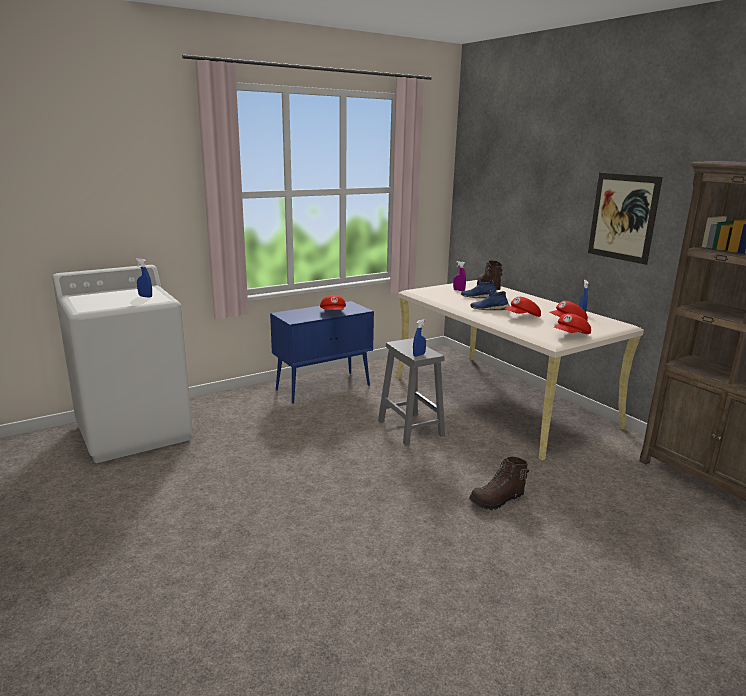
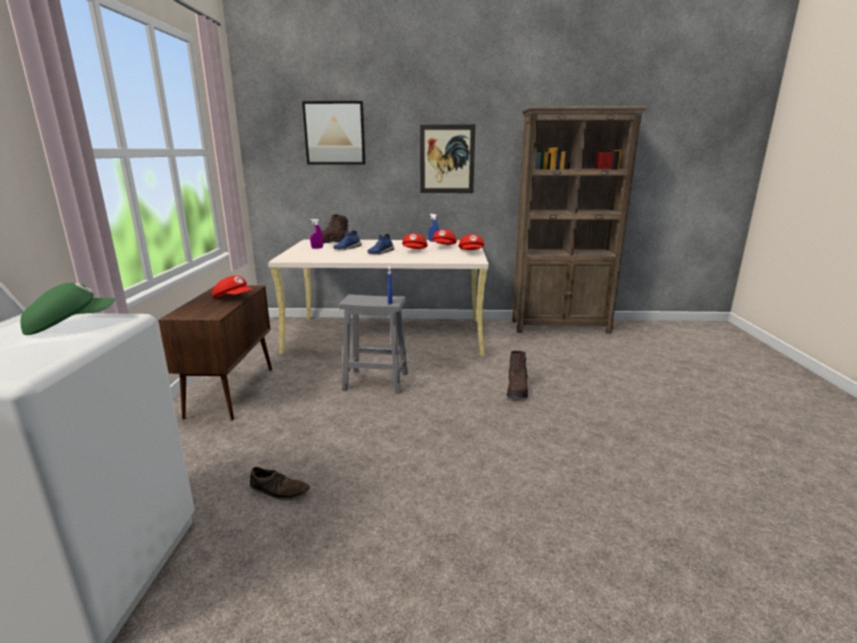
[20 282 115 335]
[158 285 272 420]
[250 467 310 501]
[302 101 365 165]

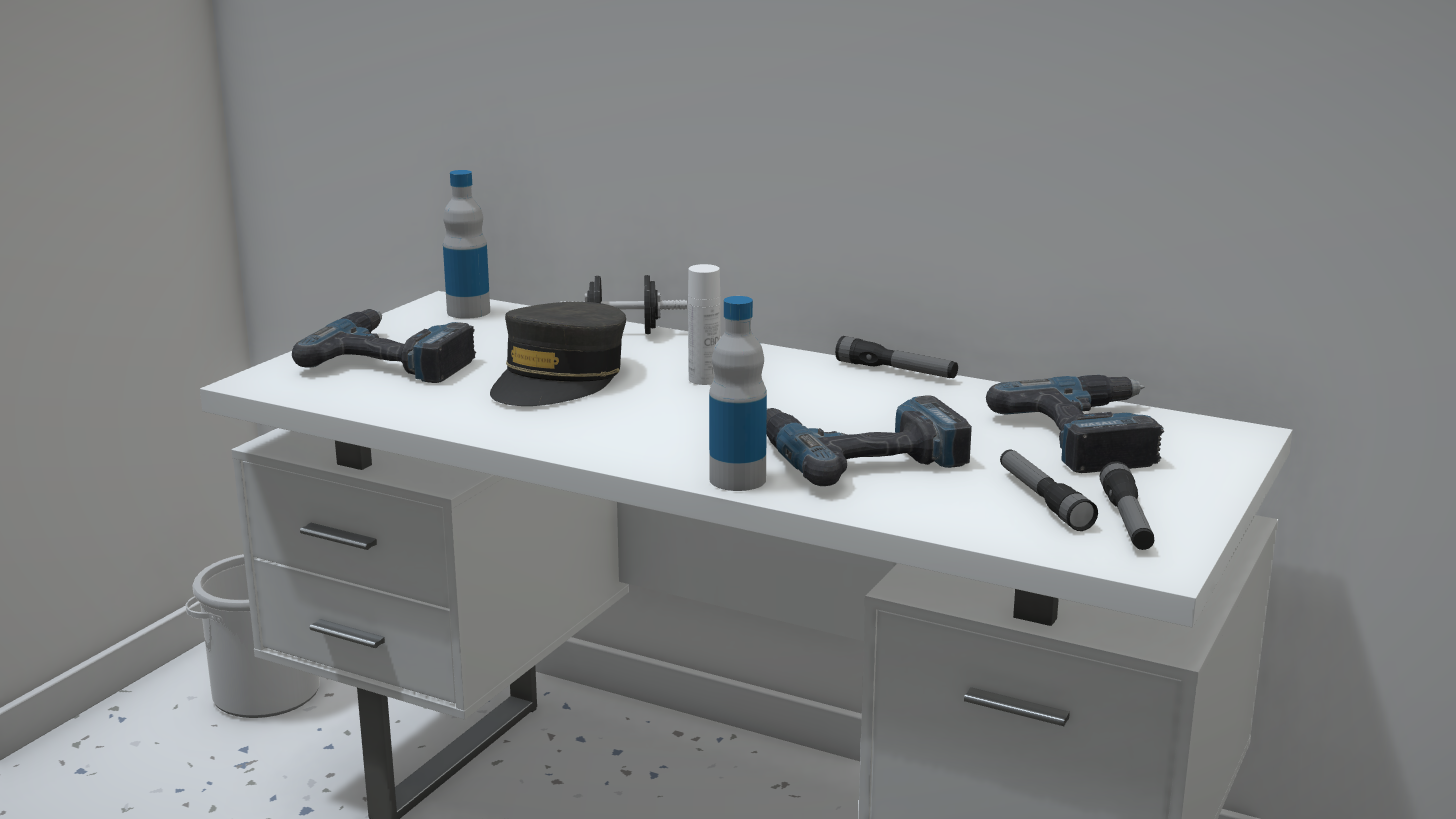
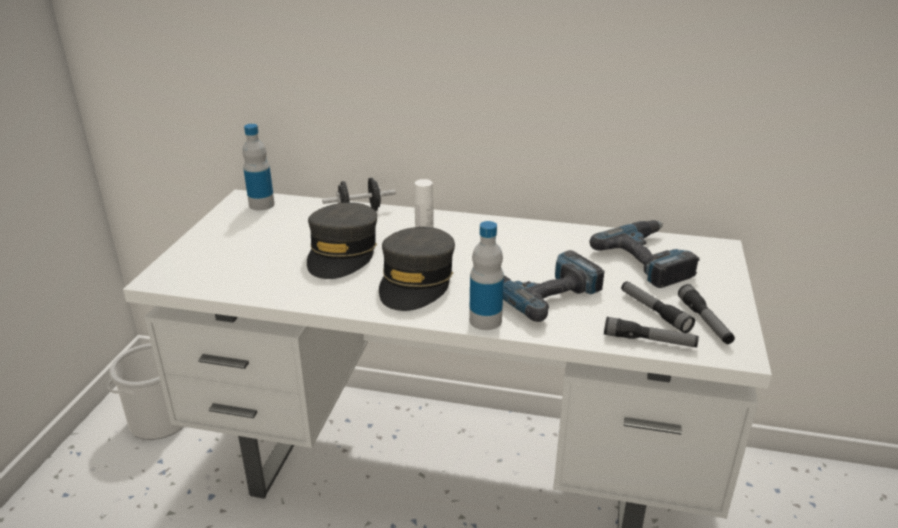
[379 227 455 311]
[604 317 699 347]
[292 309 476 383] (first image)

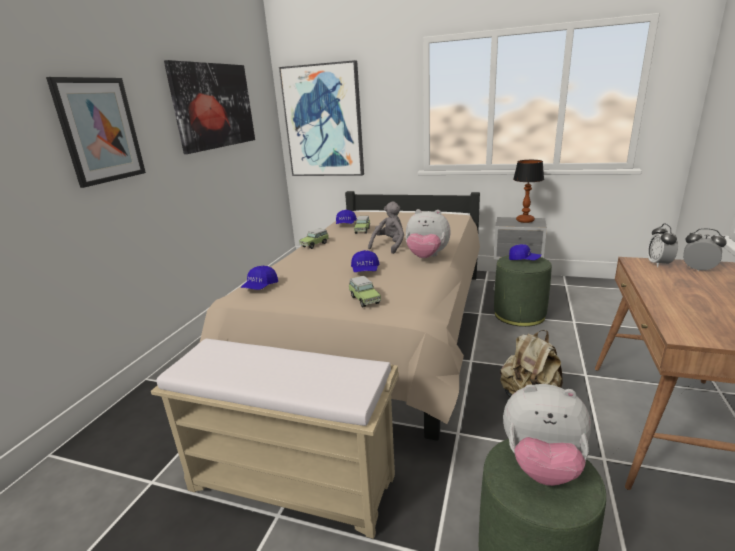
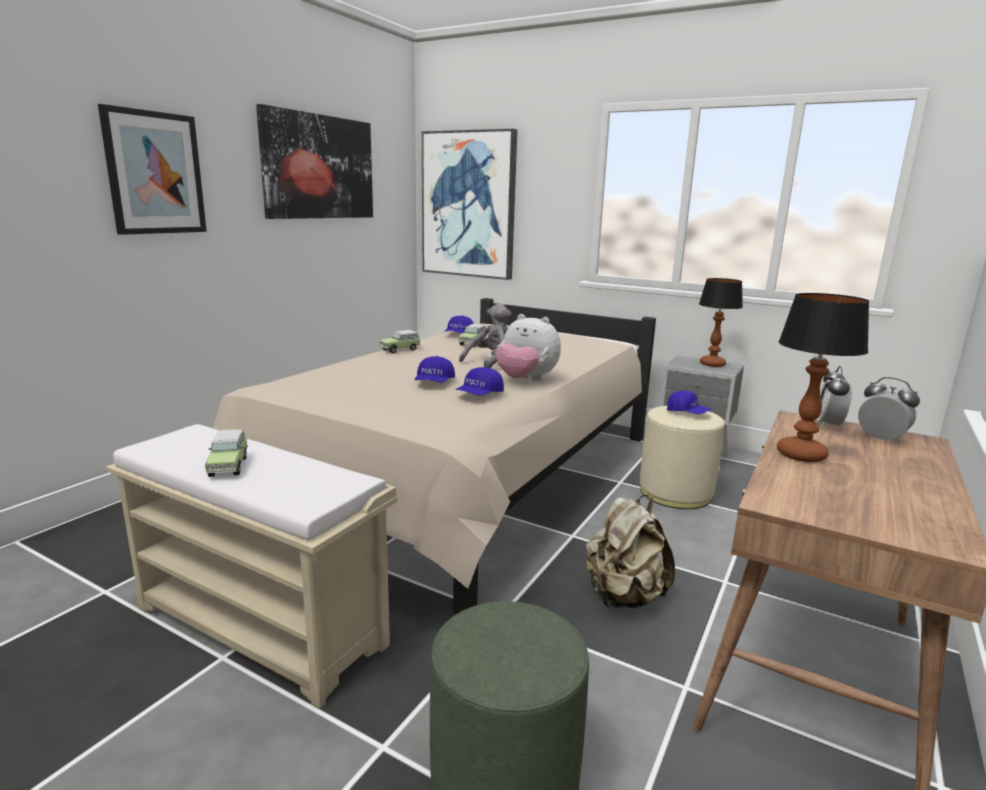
[205 429 248 477]
[455 367 504 396]
[640 406 724 509]
[777 293 869 462]
[503 384 591 486] (first image)

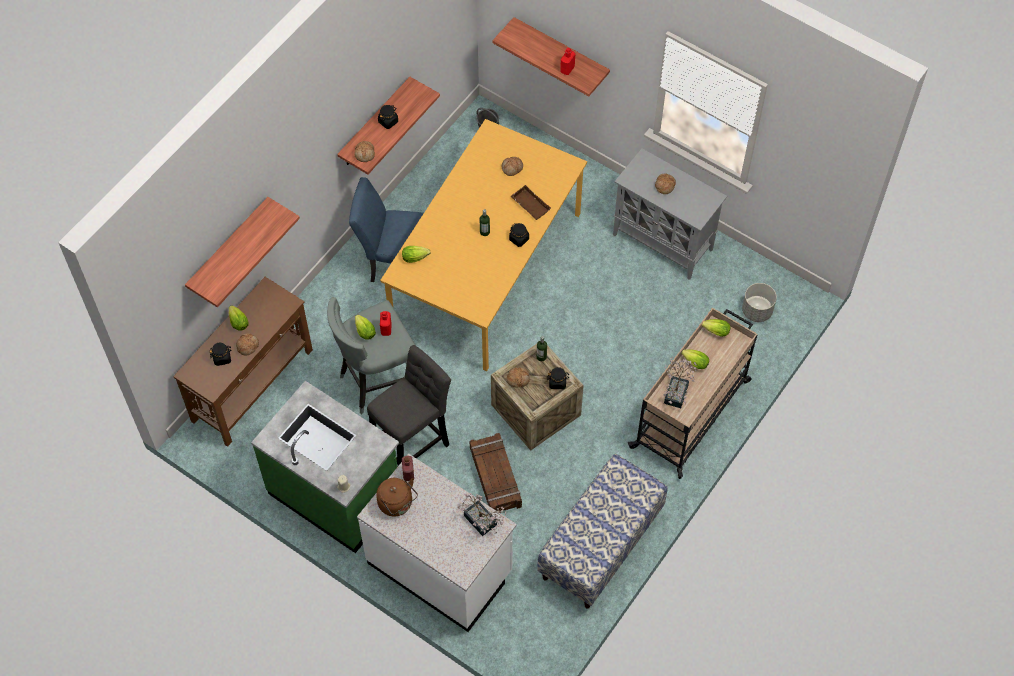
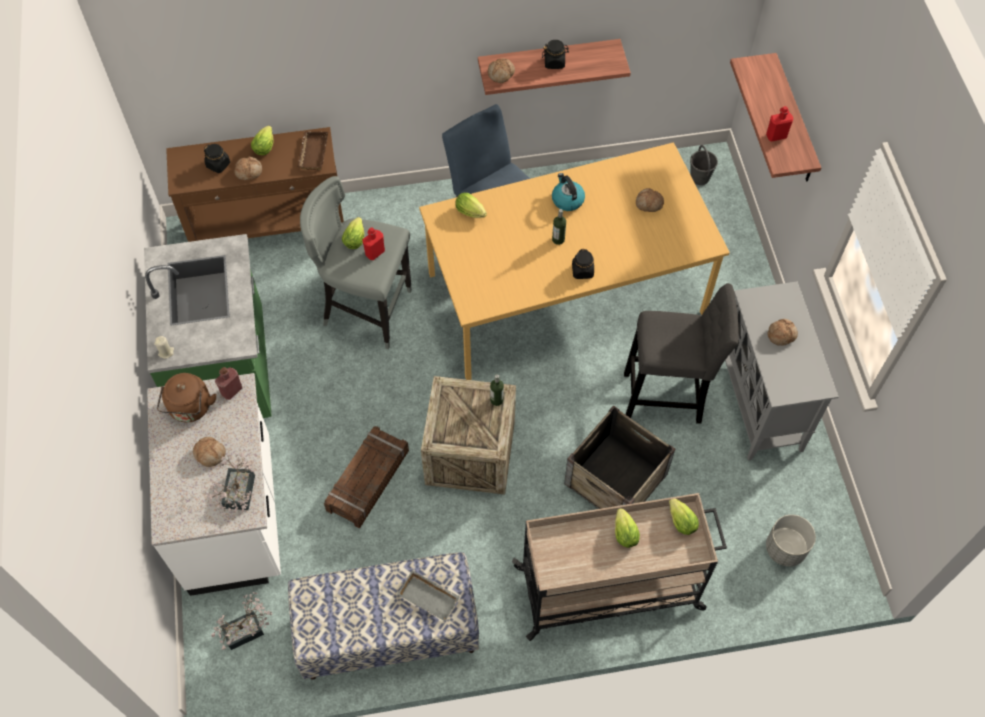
[193 437 226 467]
[211 592 272 650]
[298 131 328 170]
[397 570 460 621]
[552 173 585 211]
[564 406 675 509]
[624 283 739 424]
[185 197 300 308] (first image)
[547 367 569 389] (first image)

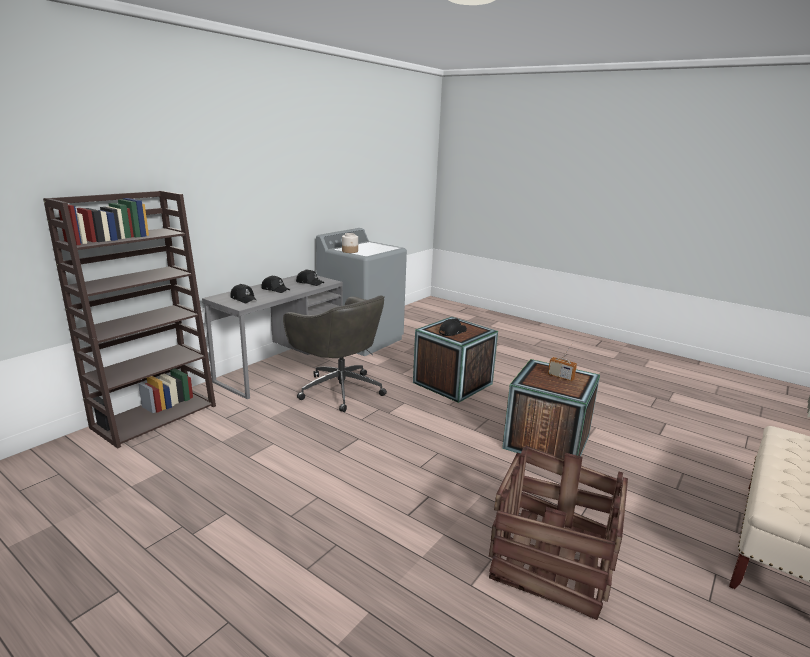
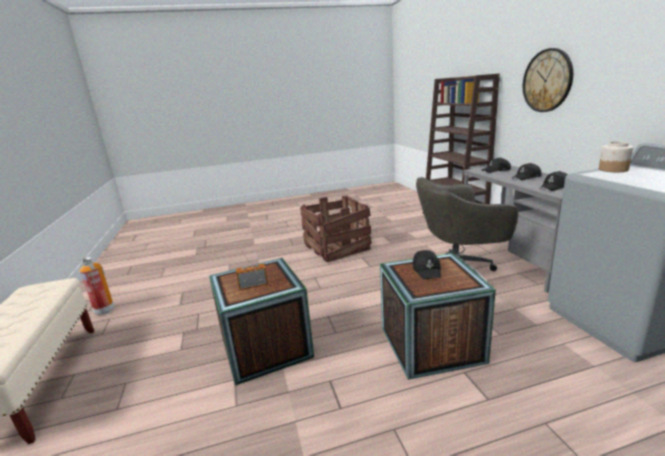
[79 257 114 315]
[300 195 372 262]
[523 48 573 112]

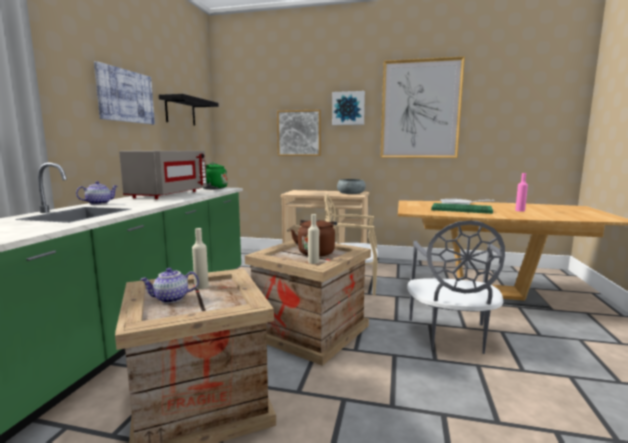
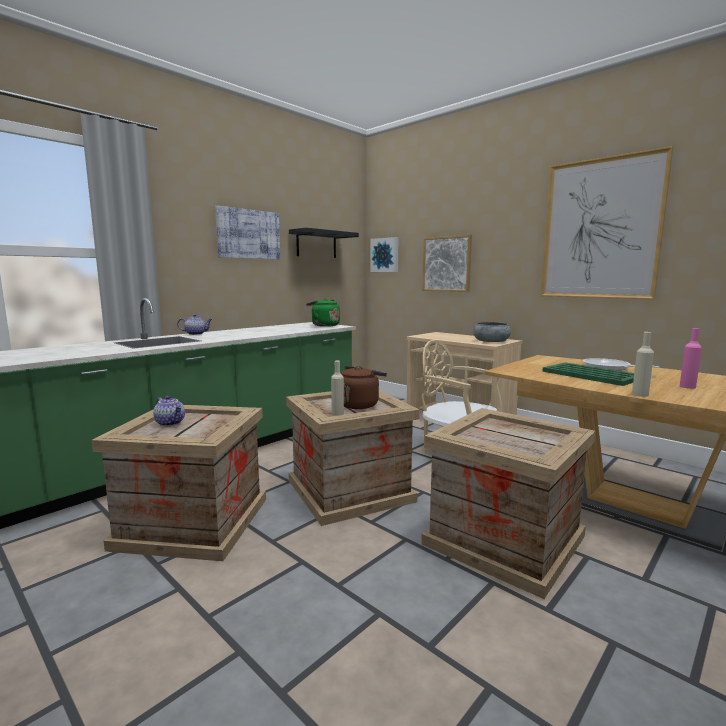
[153 396 185 426]
[370 237 399 272]
[421 408 596 599]
[632 332 654 397]
[119 151 207 199] (first image)

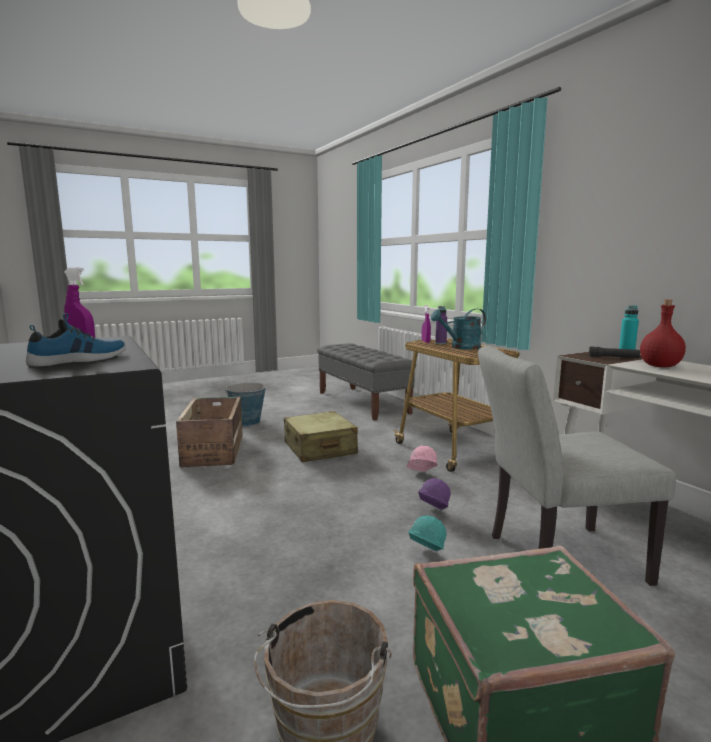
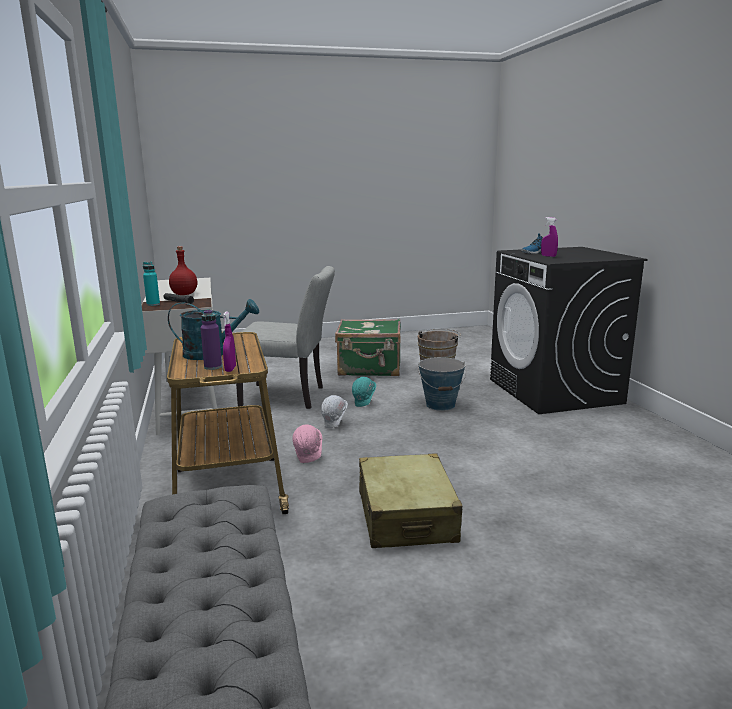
[321 395 348 428]
[418 357 467 411]
[176 397 243 467] (first image)

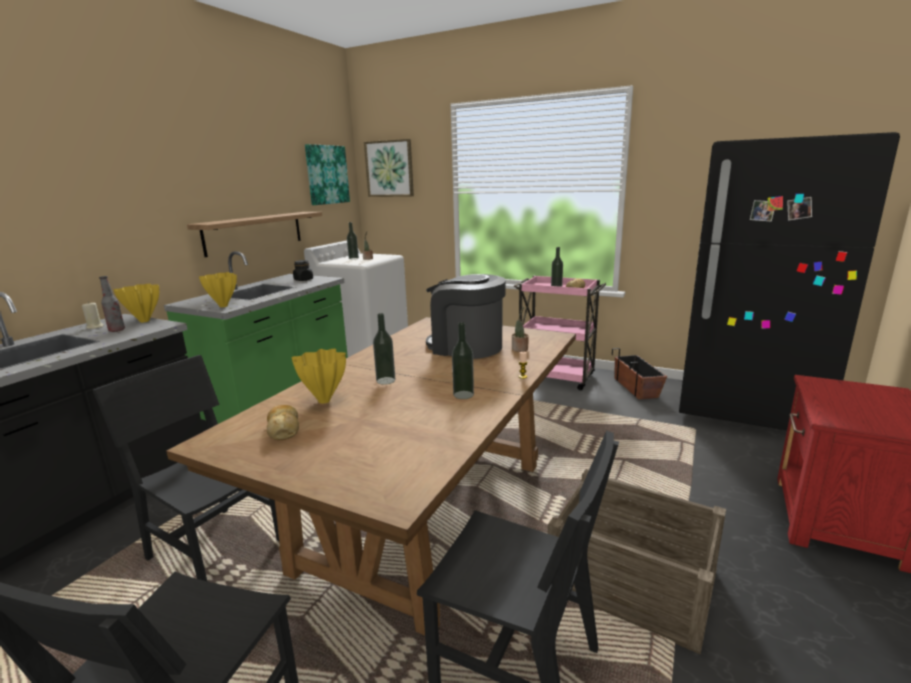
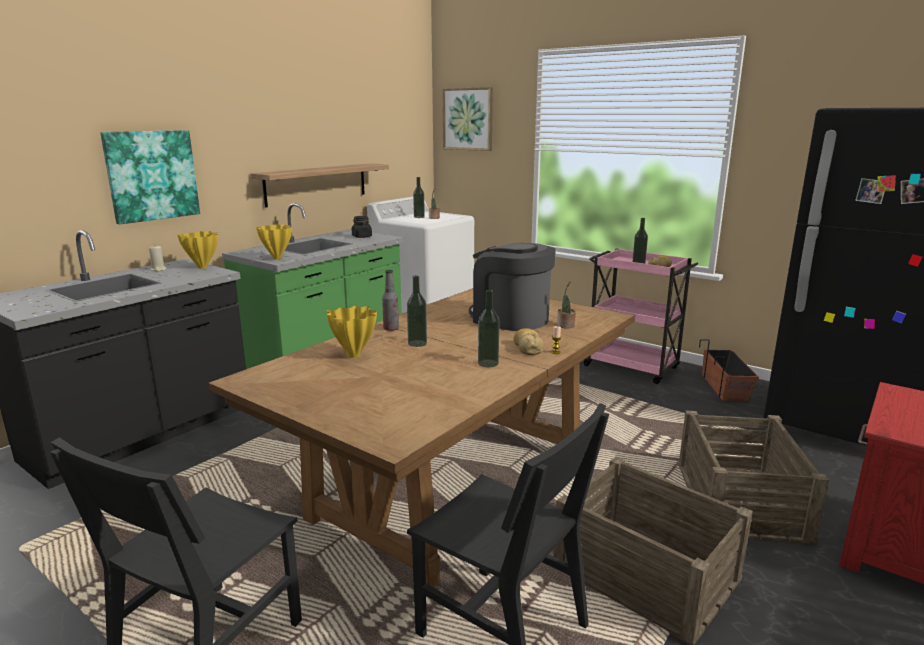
[100 130 200 224]
[382 270 399 331]
[513 328 544 355]
[678 410 829 545]
[93 355 279 581] (first image)

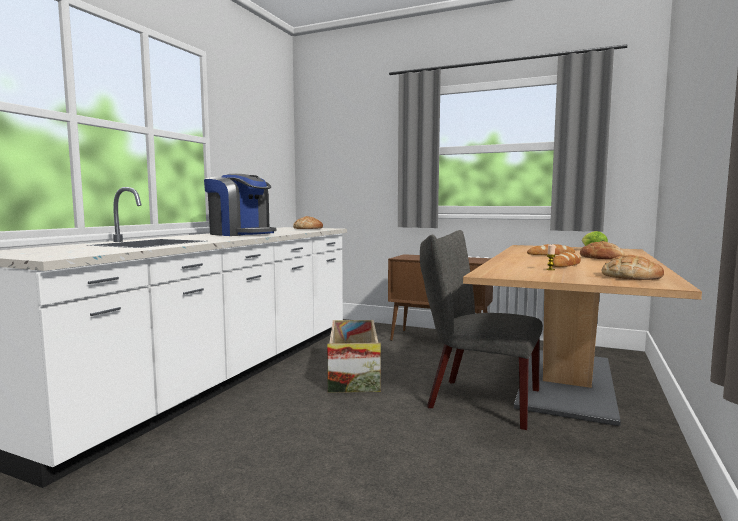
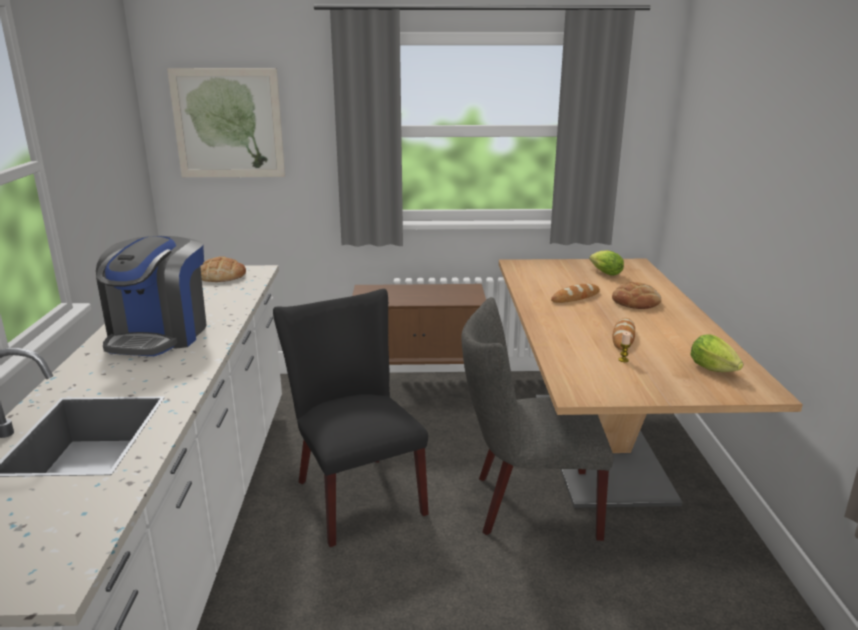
[96 236 207 356]
[167 68 285 177]
[273 289 429 547]
[690 334 743 372]

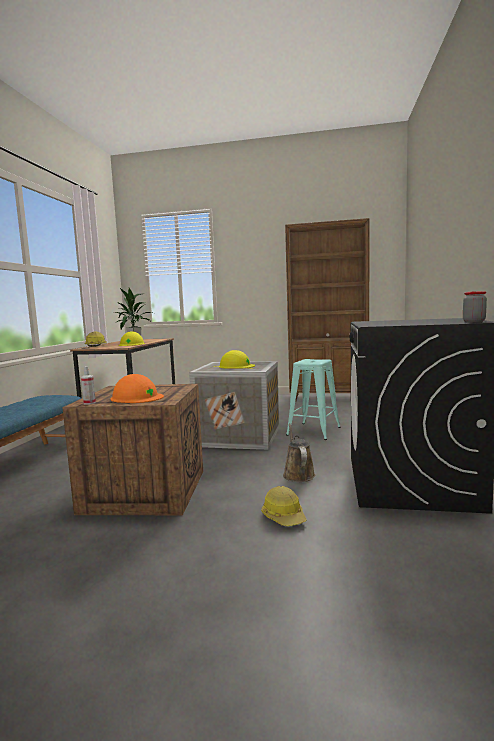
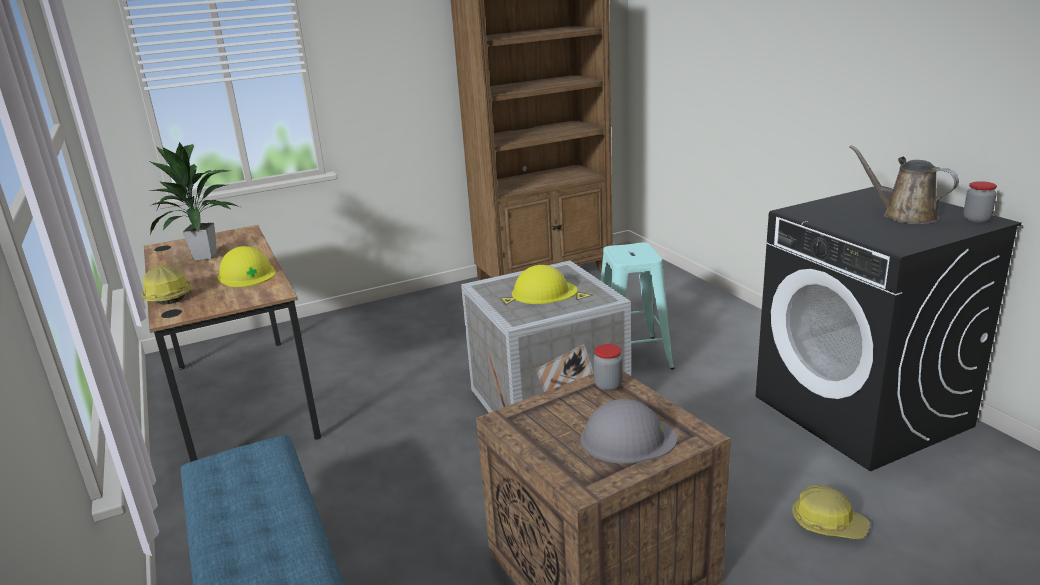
[581 399 677 464]
[594 344 623 391]
[849 145 959 224]
[81 366 96 405] (first image)

